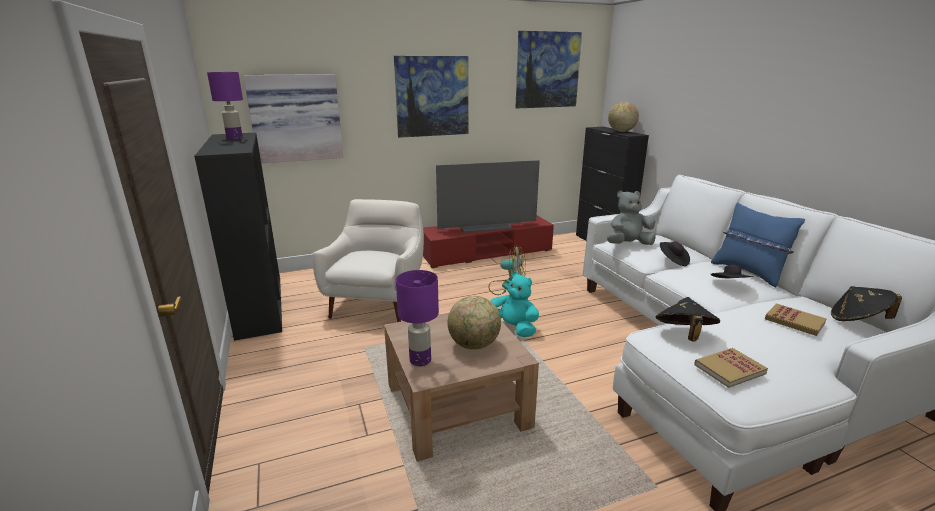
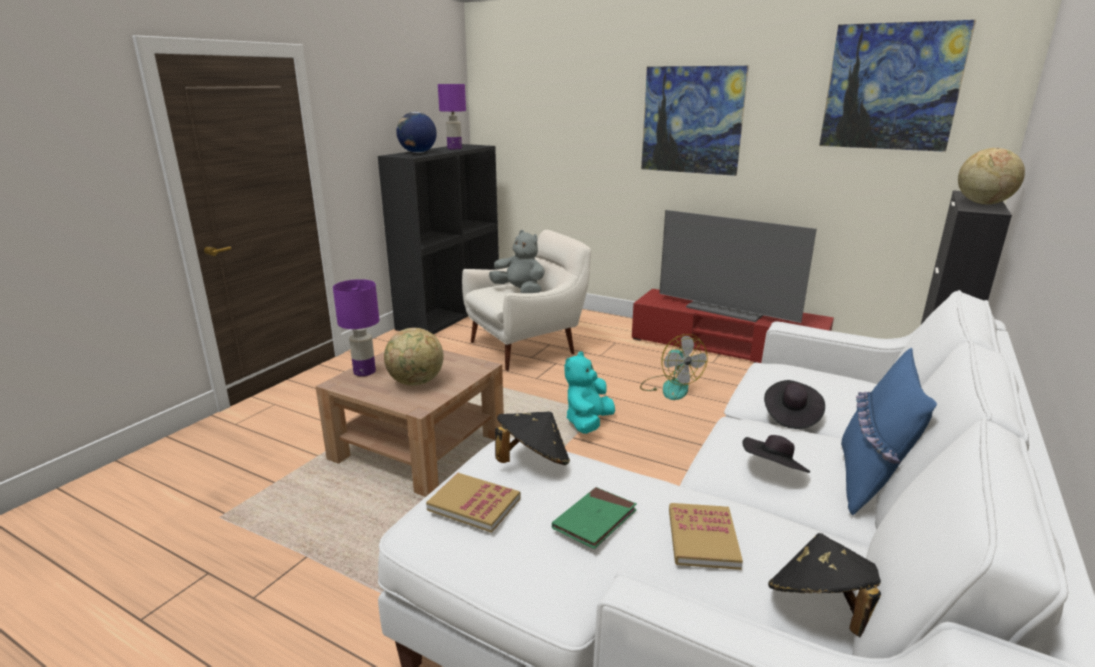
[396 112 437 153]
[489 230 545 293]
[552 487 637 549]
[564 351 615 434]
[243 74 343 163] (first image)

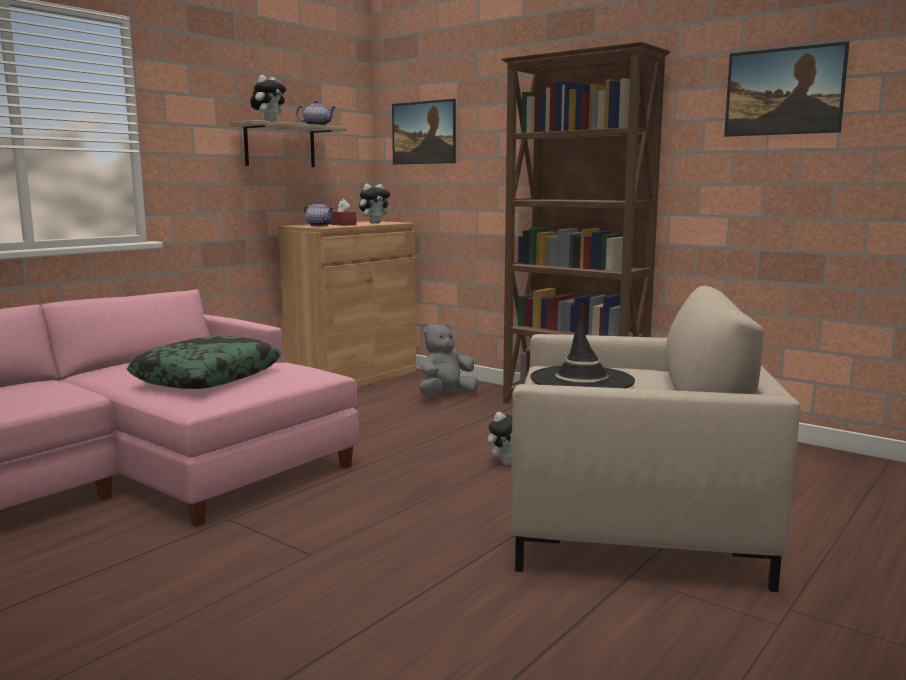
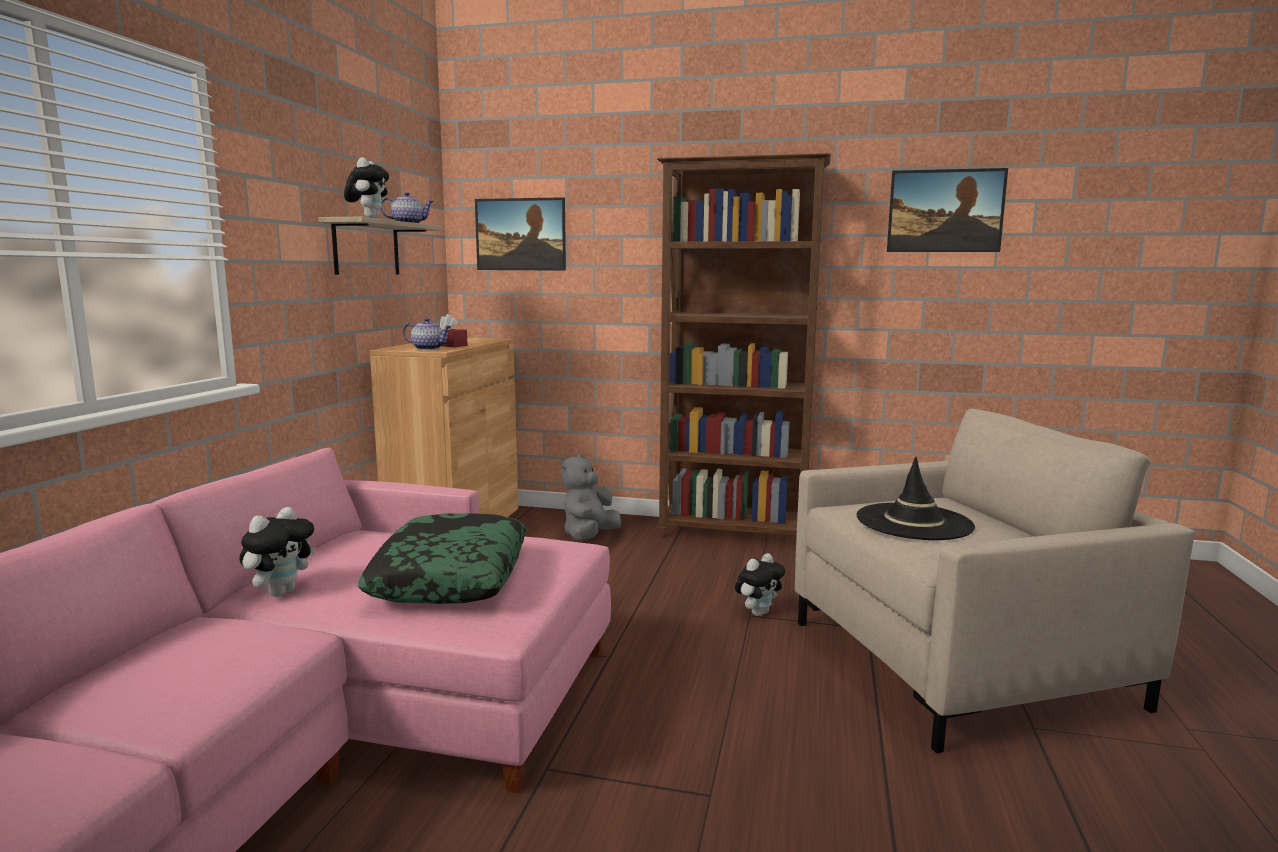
[239 507 315 597]

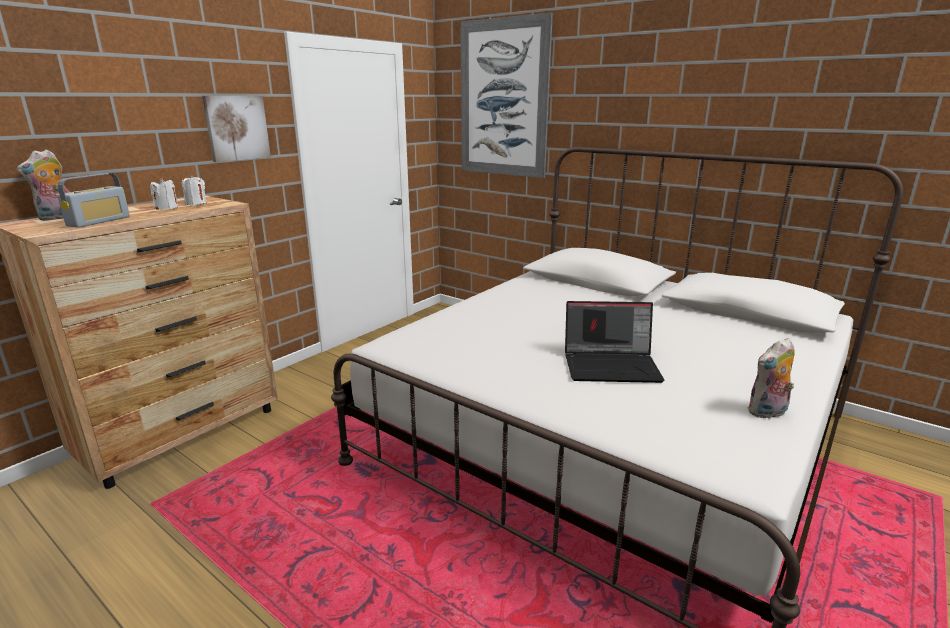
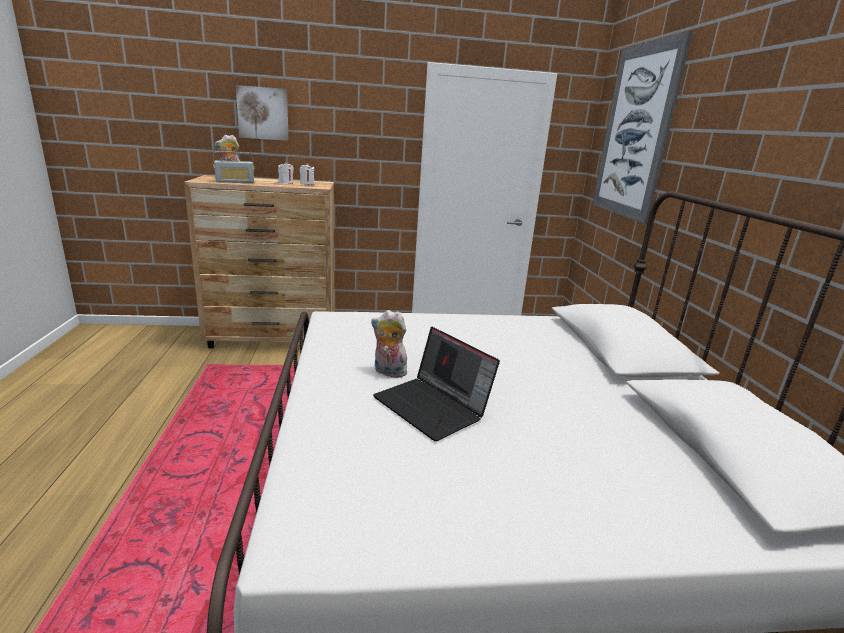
[236 85 289 141]
[371 310 410 378]

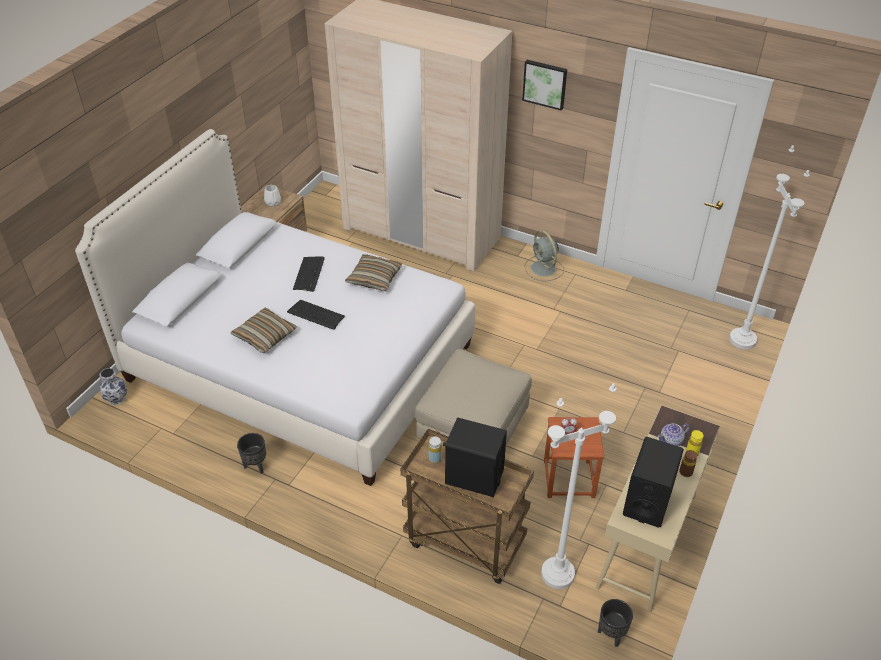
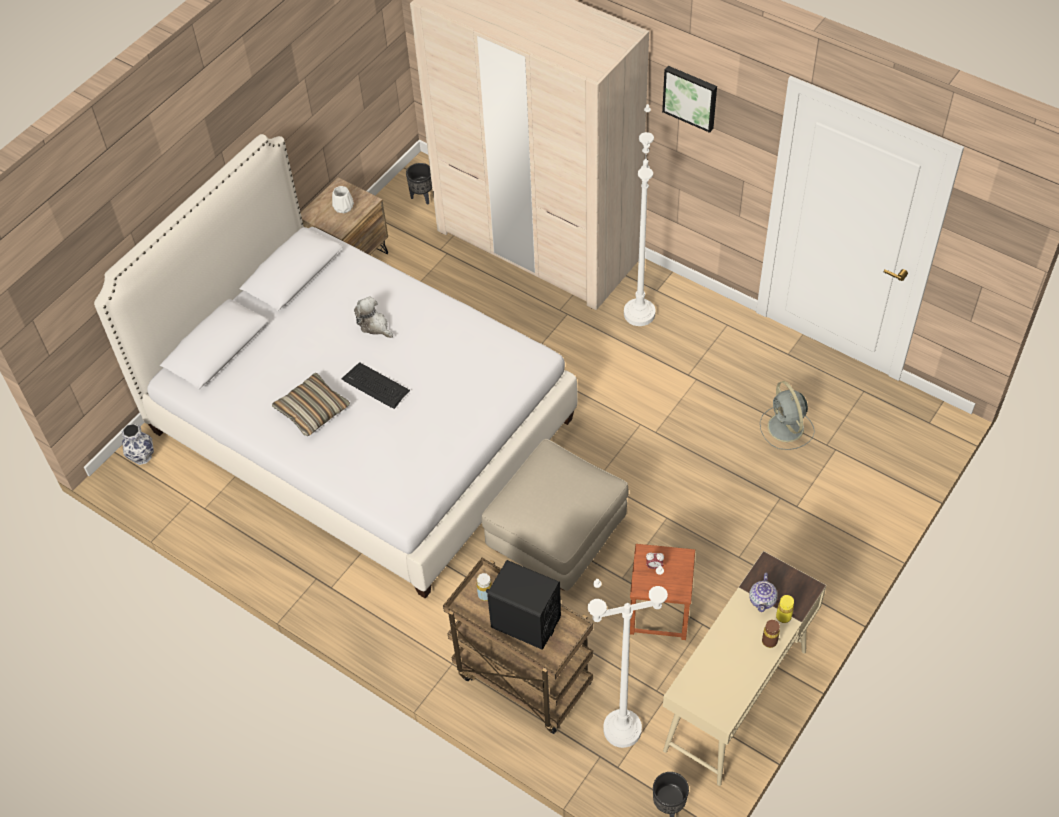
[354 297 393 338]
[406 163 432 205]
[624 104 655 326]
[749 573 778 612]
[760 381 815 450]
[345 254 402 291] (first image)
[623 437 684 527] (first image)

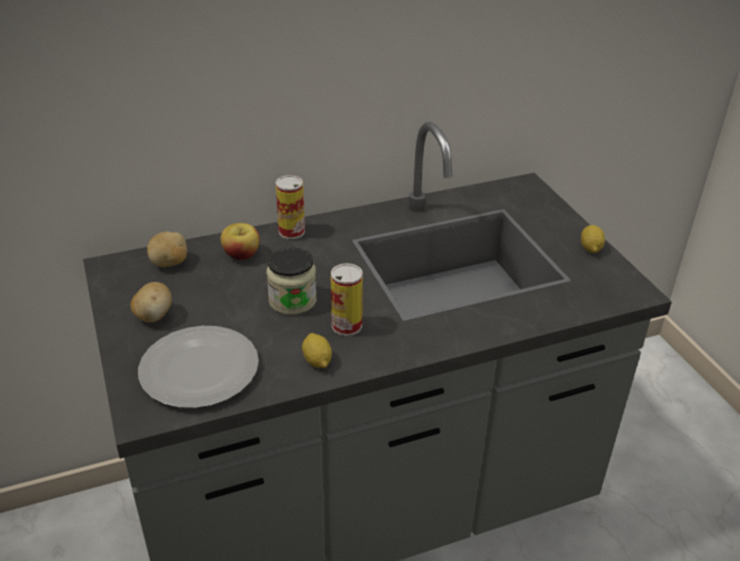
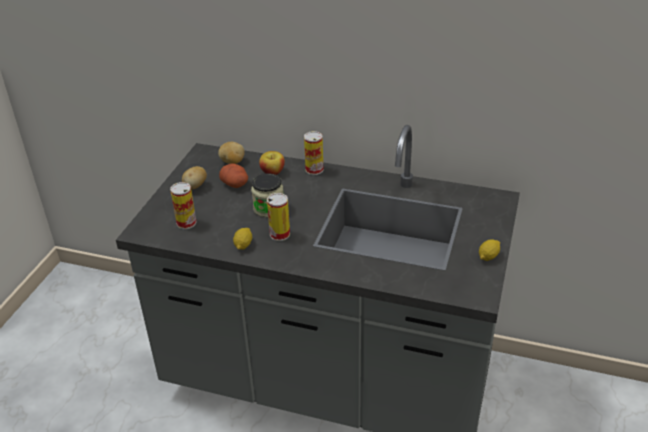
[170 182 196 229]
[219 163 248 188]

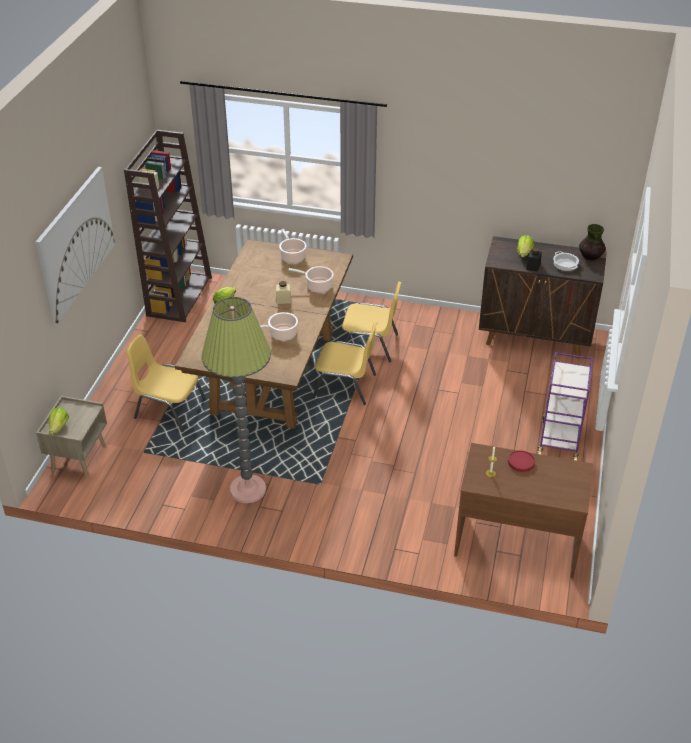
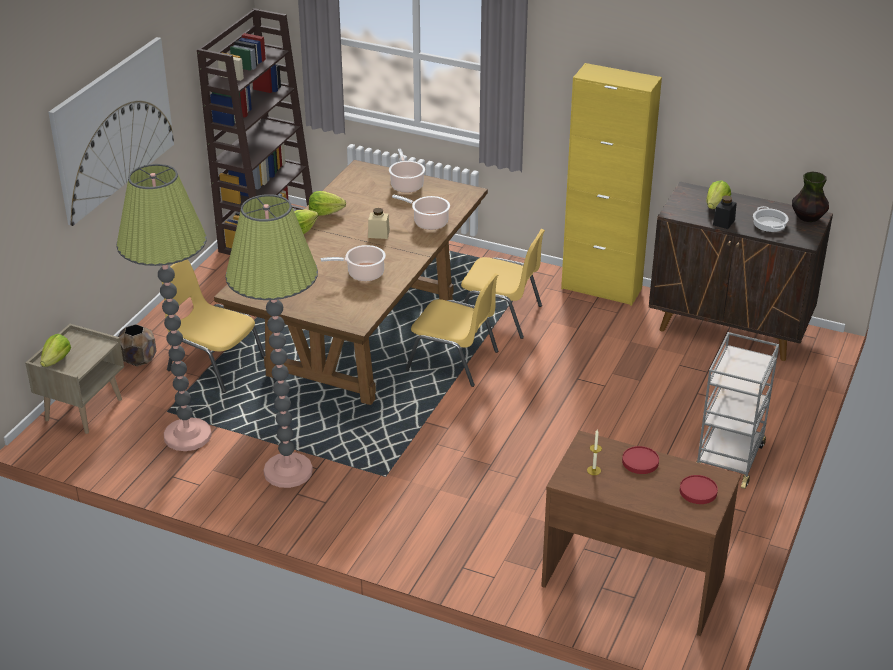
[116 164 212 451]
[118 324 157 367]
[309 191 346 216]
[561 63 662 306]
[680 475 718 504]
[696 332 779 489]

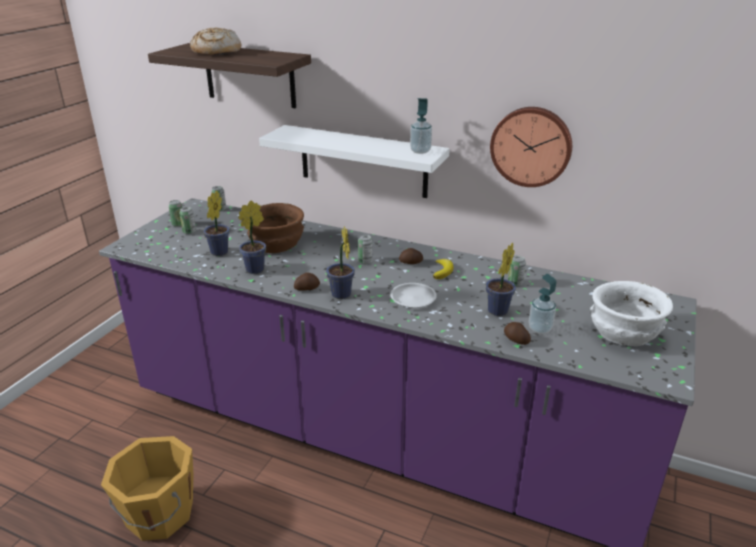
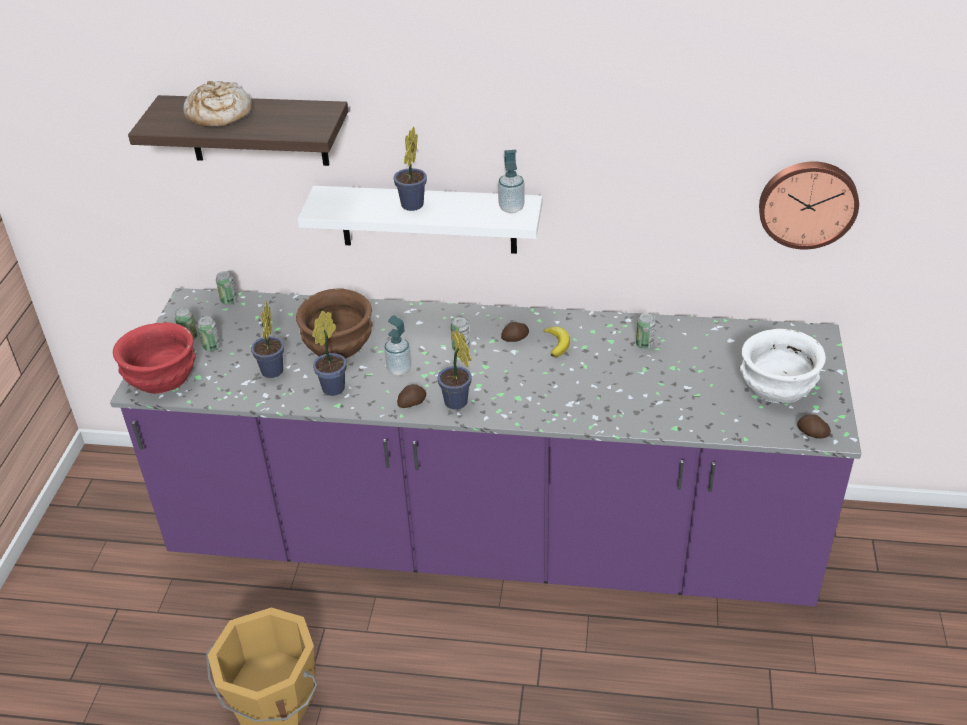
[113 322 196 394]
[384 315 411 376]
[393 126 427 211]
[759 162 859 249]
[797 414 831 439]
[390 283 437 308] (first image)

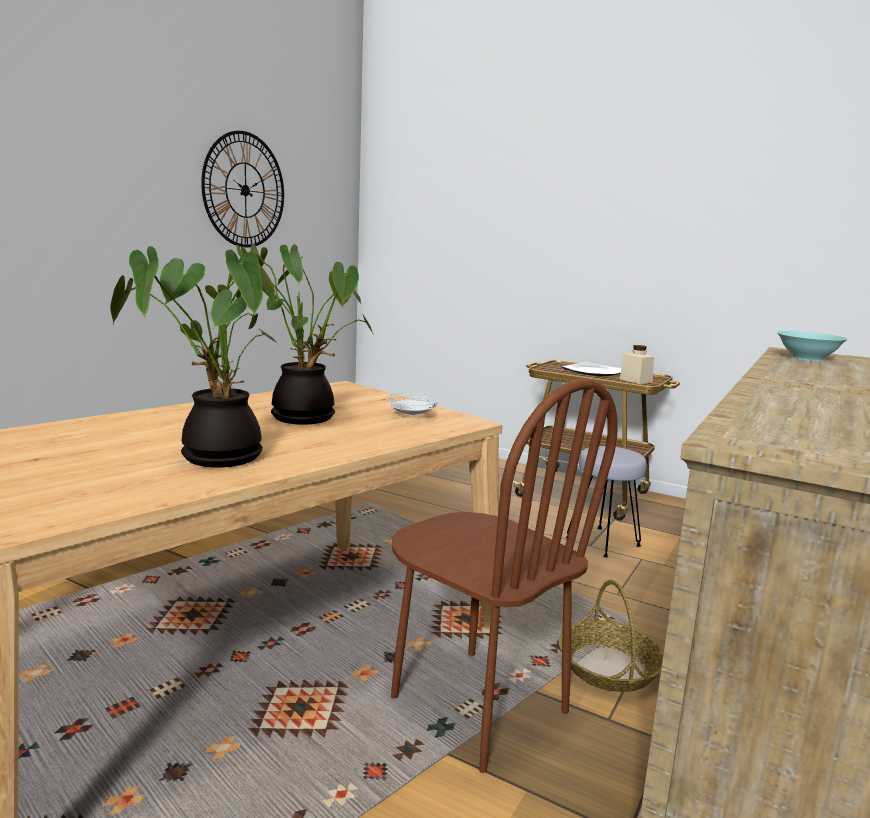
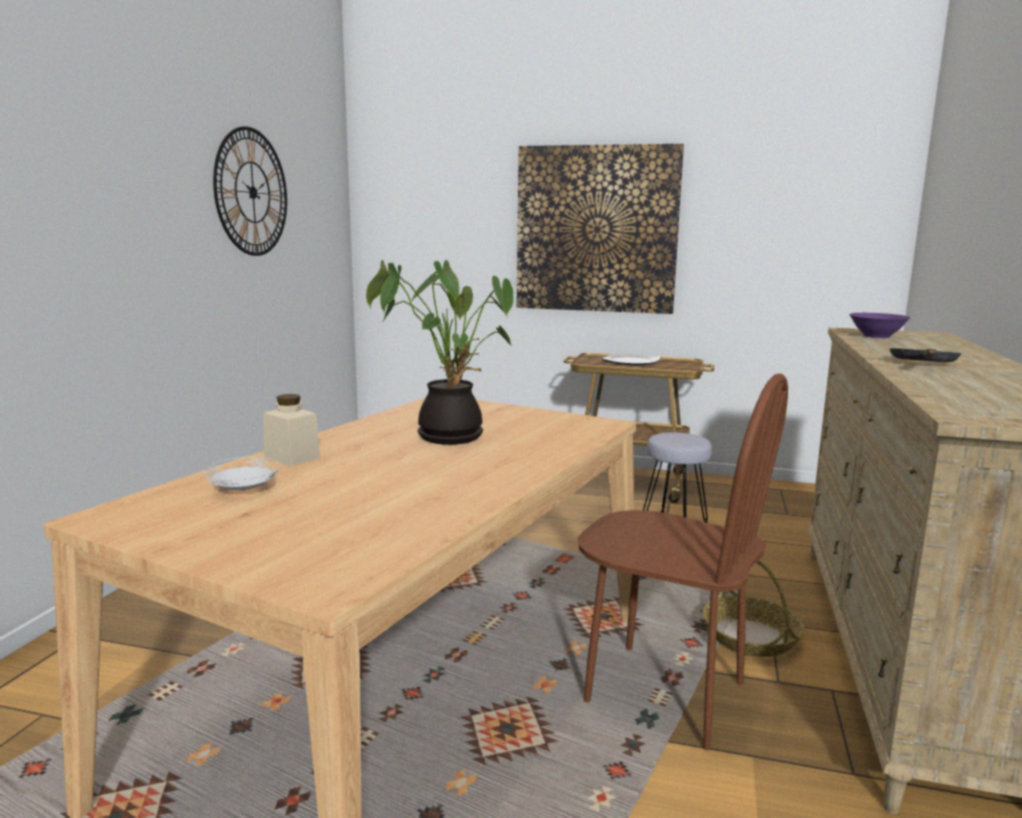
[203 457 280 491]
[263 394 320 466]
[516 144 684 314]
[849 313 910 338]
[889 348 962 362]
[110 245 278 467] (first image)

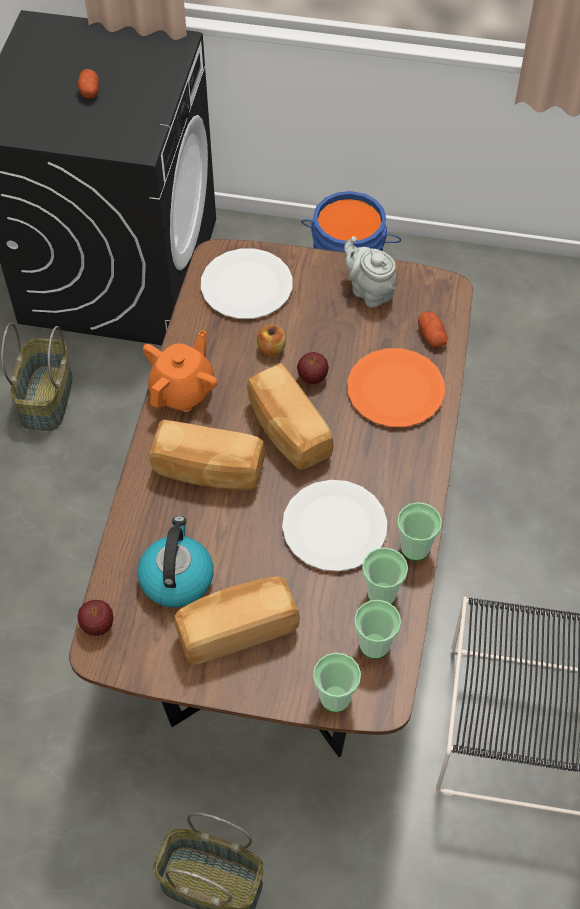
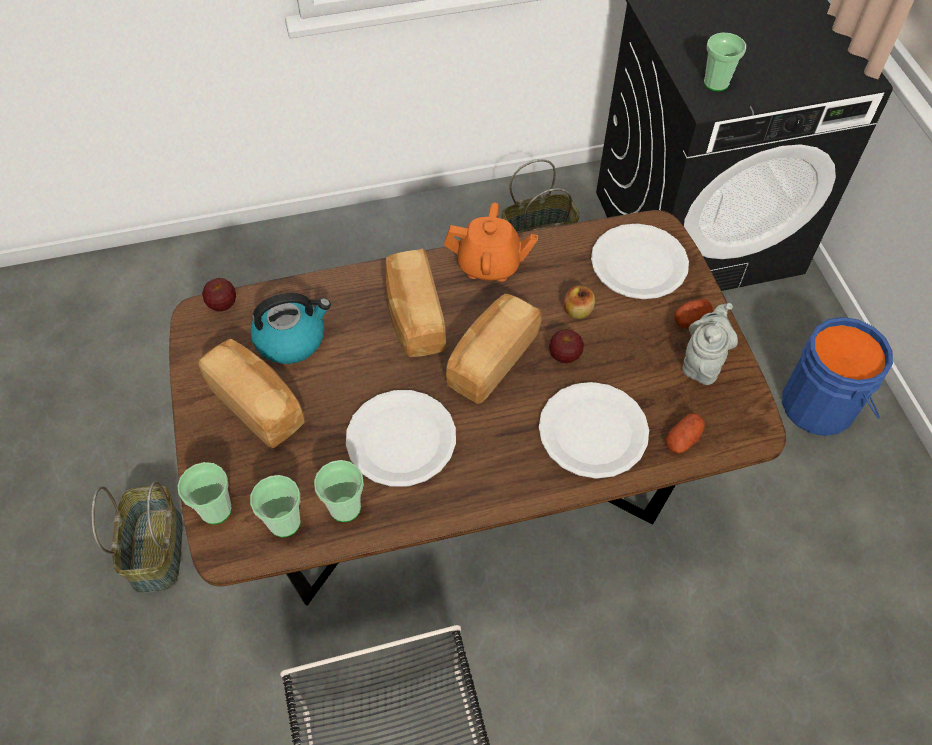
[539 382 649 479]
[674 299 713 329]
[704 32 746 91]

